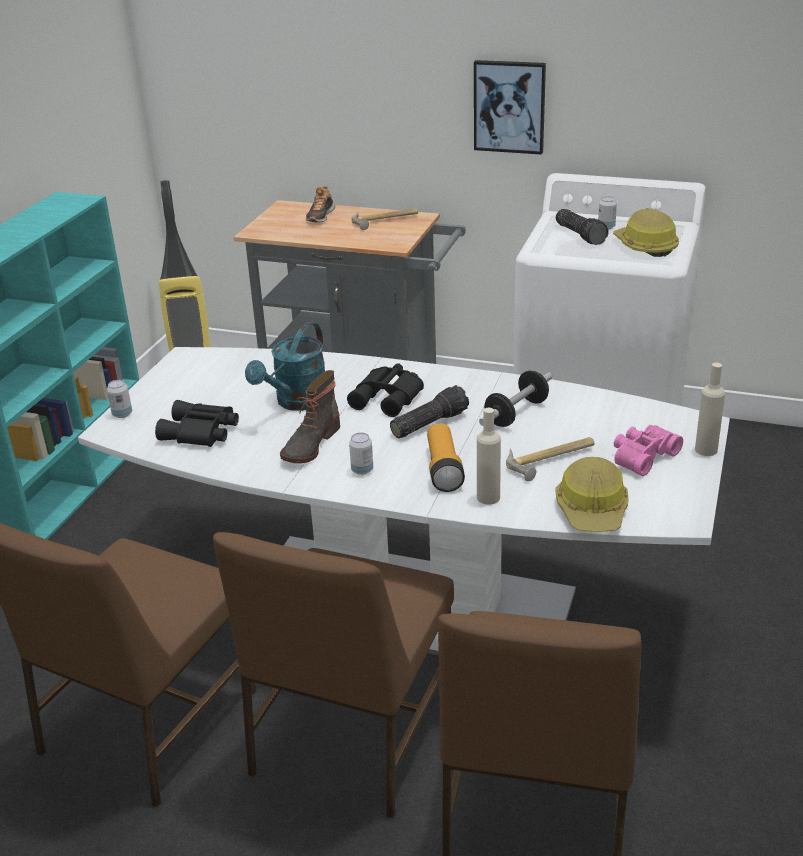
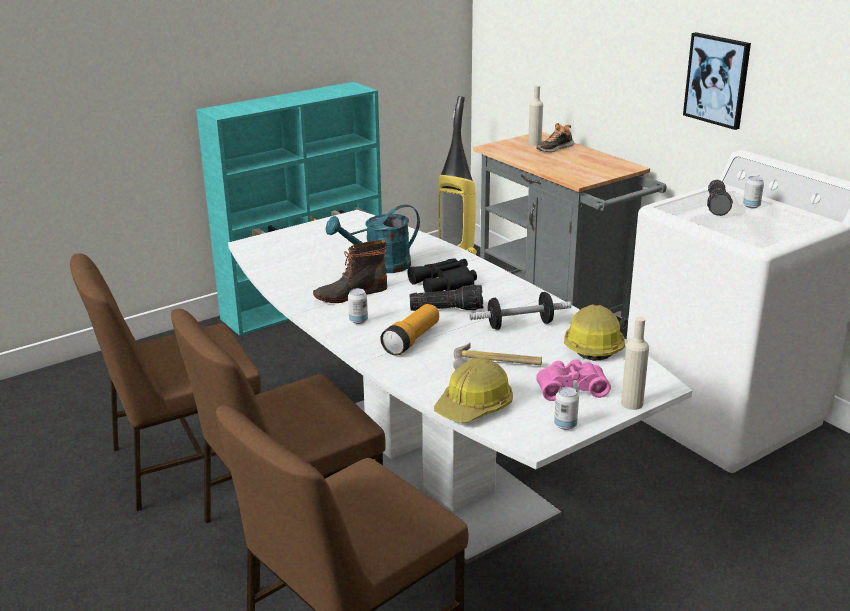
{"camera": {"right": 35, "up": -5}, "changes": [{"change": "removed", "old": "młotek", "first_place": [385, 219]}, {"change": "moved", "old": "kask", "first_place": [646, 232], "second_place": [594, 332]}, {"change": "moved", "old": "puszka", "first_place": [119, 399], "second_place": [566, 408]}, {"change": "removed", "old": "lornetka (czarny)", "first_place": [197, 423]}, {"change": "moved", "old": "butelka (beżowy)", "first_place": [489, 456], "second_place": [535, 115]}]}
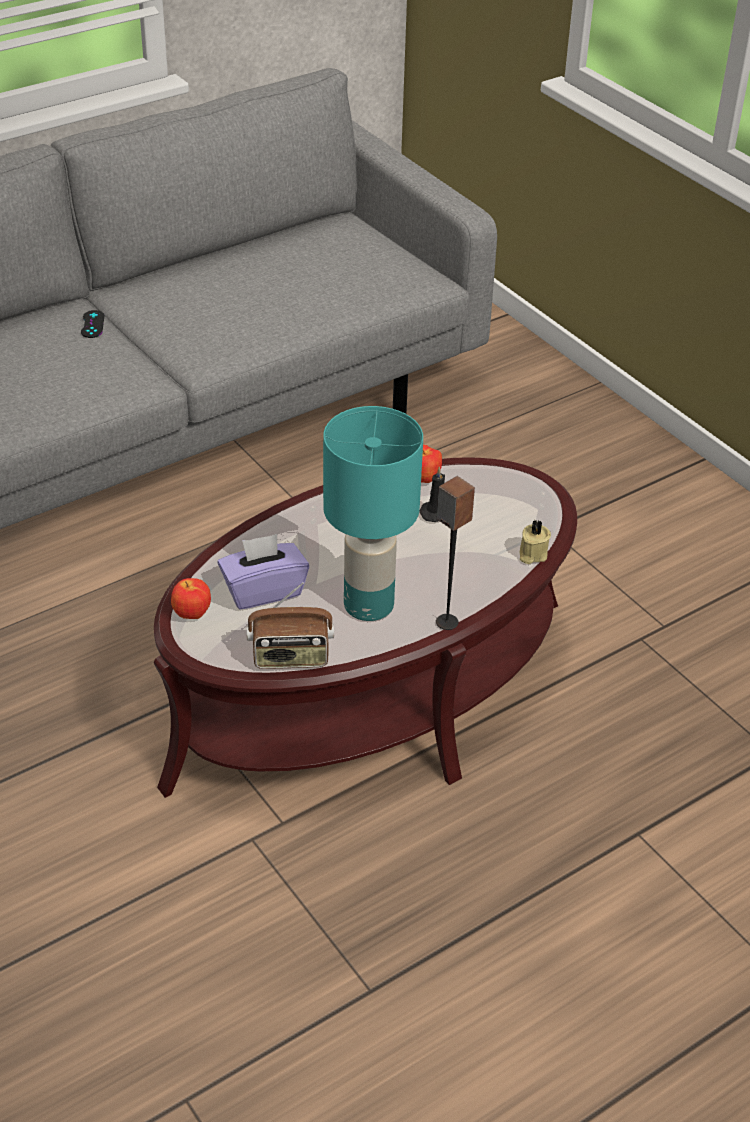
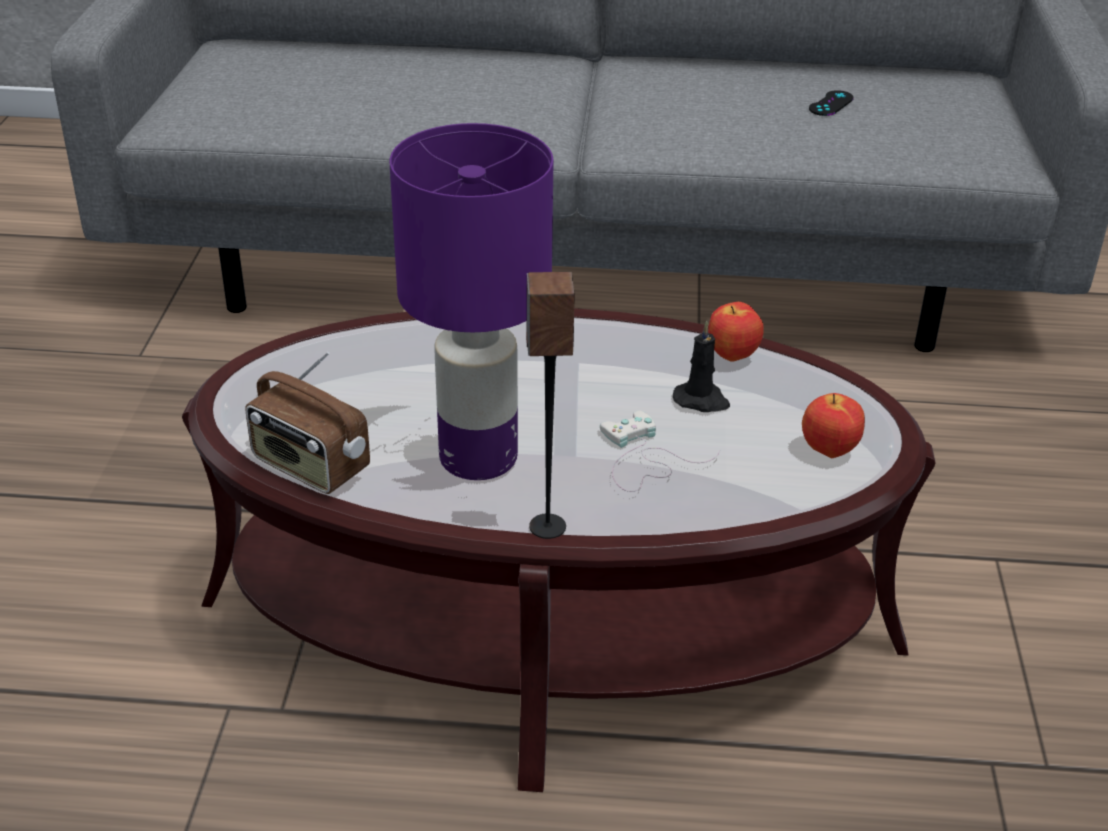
{"camera": {"right": 40, "up": -5}, "changes": [{"change": "moved", "old": "pad do gier (czarny)", "first_place": [92, 324], "second_place": [831, 103]}, {"change": "recoloured", "old": "lampa stołowa (turkusowy)", "new": "lampa stołowa (fioletowy)", "first_place": [373, 513], "second_place": [471, 301]}, {"change": "removed", "old": "świeca (beżowy)", "first_place": [535, 542]}, {"change": "removed", "old": "pudełko chusteczek (fioletowy)", "first_place": [263, 571]}, {"change": "moved", "old": "jabłko", "first_place": [191, 598], "second_place": [833, 425]}, {"change": "added", "new": "pad do gier (biały)", "second_place": [660, 451]}]}
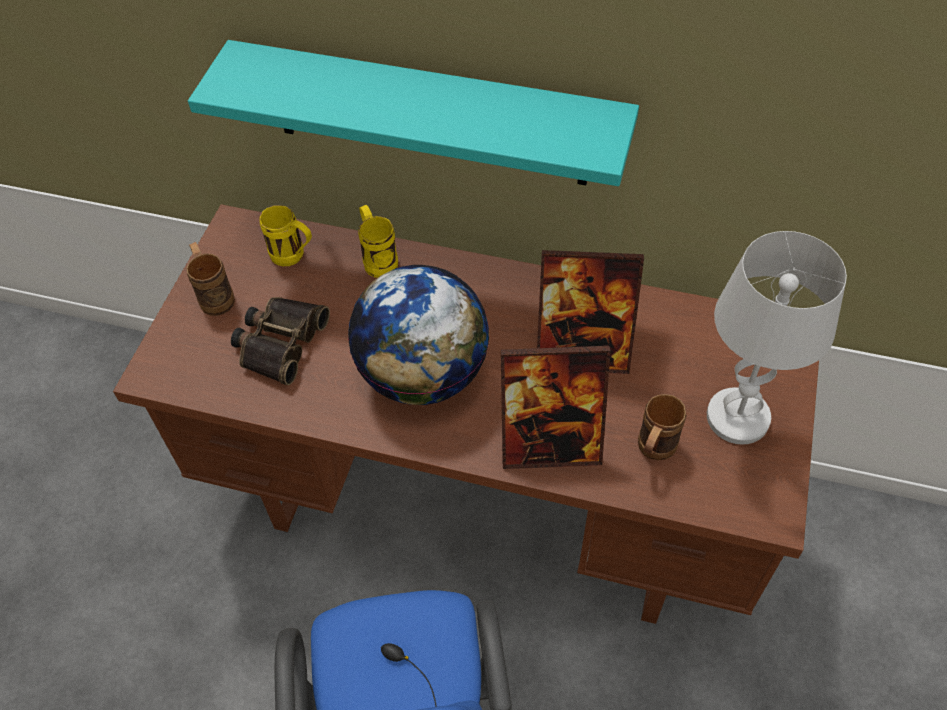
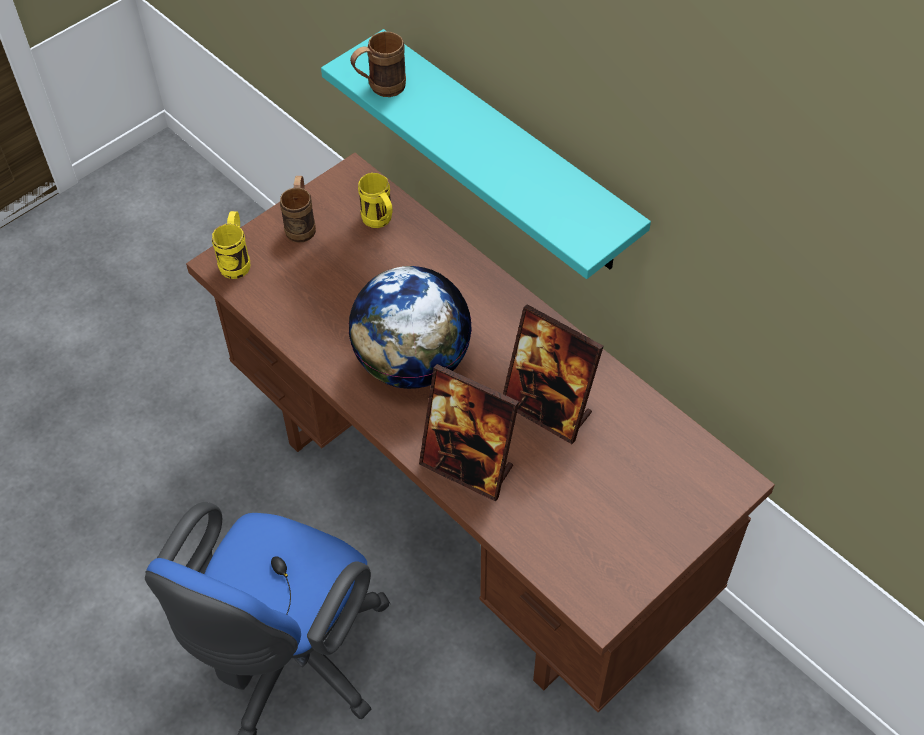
{"camera": {"right": 30, "up": 0}, "changes": [{"change": "moved", "old": "kubek (żółty)", "first_place": [378, 241], "second_place": [231, 245]}, {"change": "removed", "old": "lampa stołowa (biały)", "first_place": [777, 338]}, {"change": "removed", "old": "lornetka", "first_place": [280, 341]}, {"change": "moved", "old": "kubek (brązowy)", "first_place": [662, 427], "second_place": [378, 64]}]}
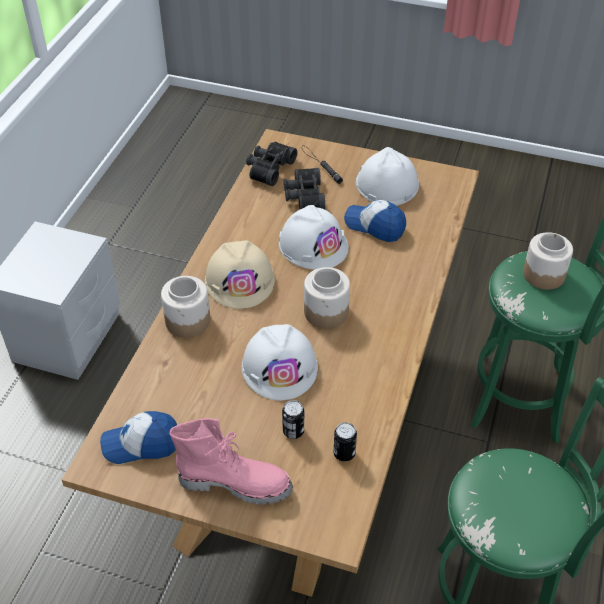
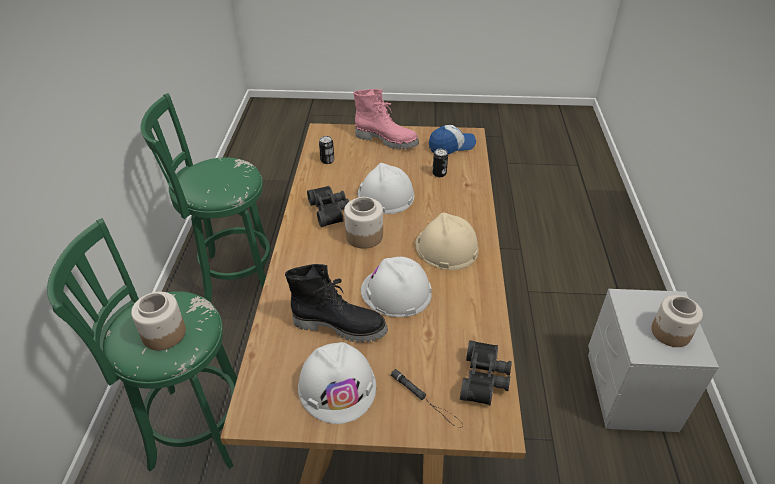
{"camera": {"right": 165, "up": -5}, "changes": [{"change": "moved", "old": "lornetka (czarny)", "first_place": [304, 189], "second_place": [328, 206]}, {"change": "replaced", "old": "czapka z daszkiem", "new": "but z cholewką (czarny)", "first_place": [375, 221], "second_place": [336, 303]}, {"change": "moved", "old": "słoik", "first_place": [185, 307], "second_place": [677, 321]}, {"change": "moved", "old": "puszka", "first_place": [293, 419], "second_place": [440, 163]}, {"change": "turned", "old": "but z cholewką (różowy)", "first_place": [231, 461], "second_place": [386, 119], "degrees": -150}]}
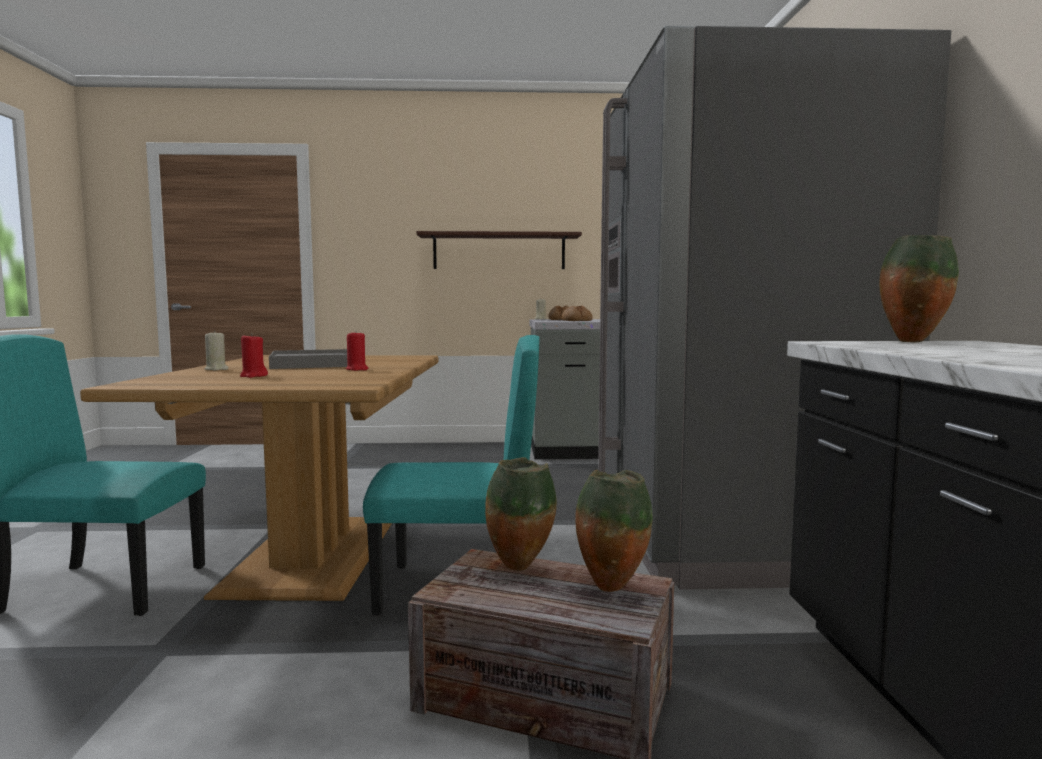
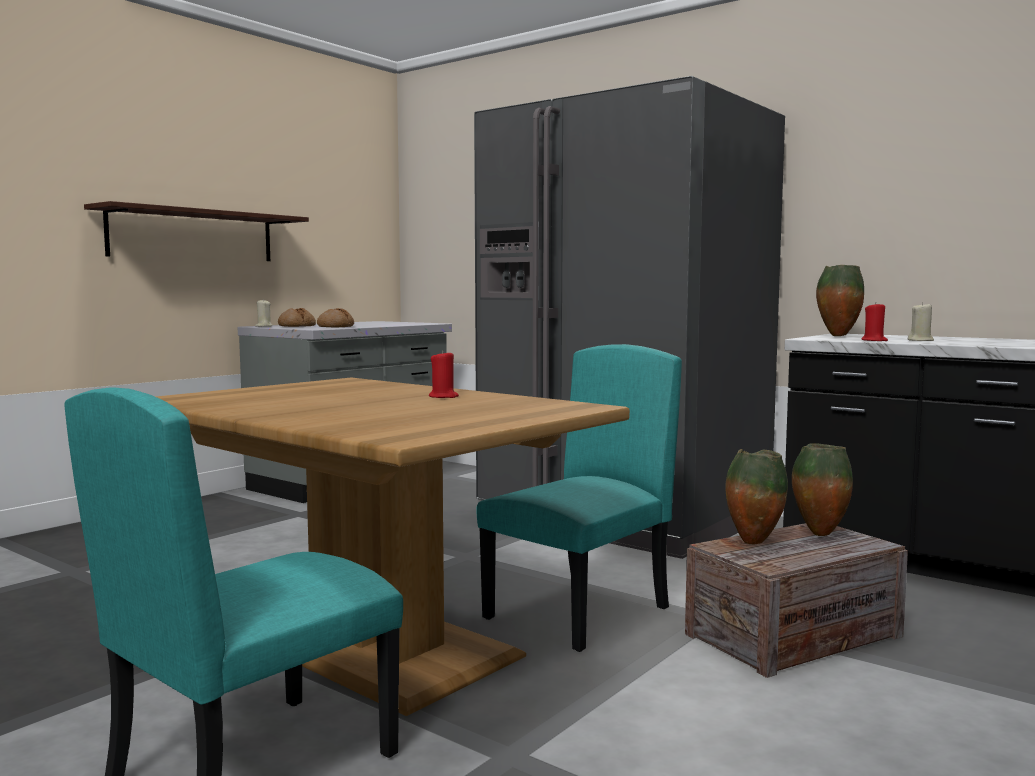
{"camera": {"right": -50, "up": 0}, "changes": [{"change": "moved", "old": "świeca (beżowy)", "first_place": [217, 350], "second_place": [921, 321]}, {"change": "moved", "old": "świeca (czerwony)", "first_place": [254, 355], "second_place": [874, 321]}, {"change": "removed", "old": "taca (szary)", "first_place": [308, 359]}]}
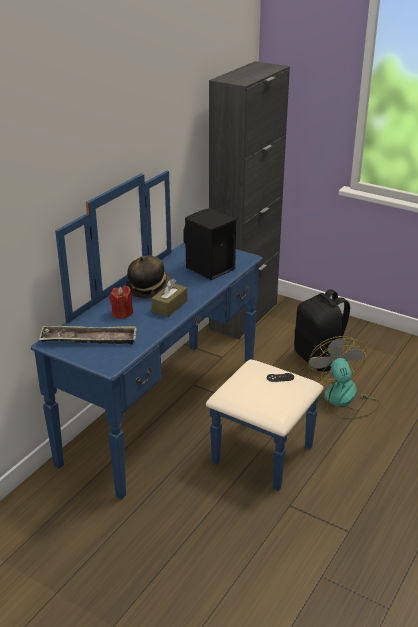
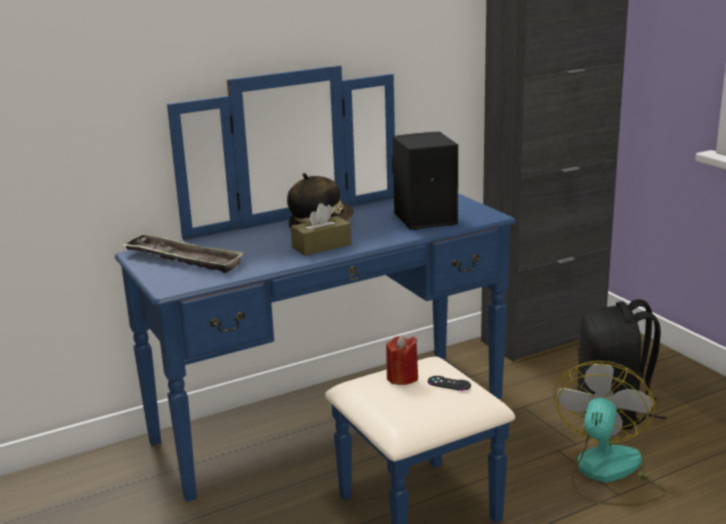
{"camera": {"right": 30, "up": -10}, "changes": [{"change": "moved", "old": "świeca (czerwony)", "first_place": [121, 302], "second_place": [402, 360]}]}
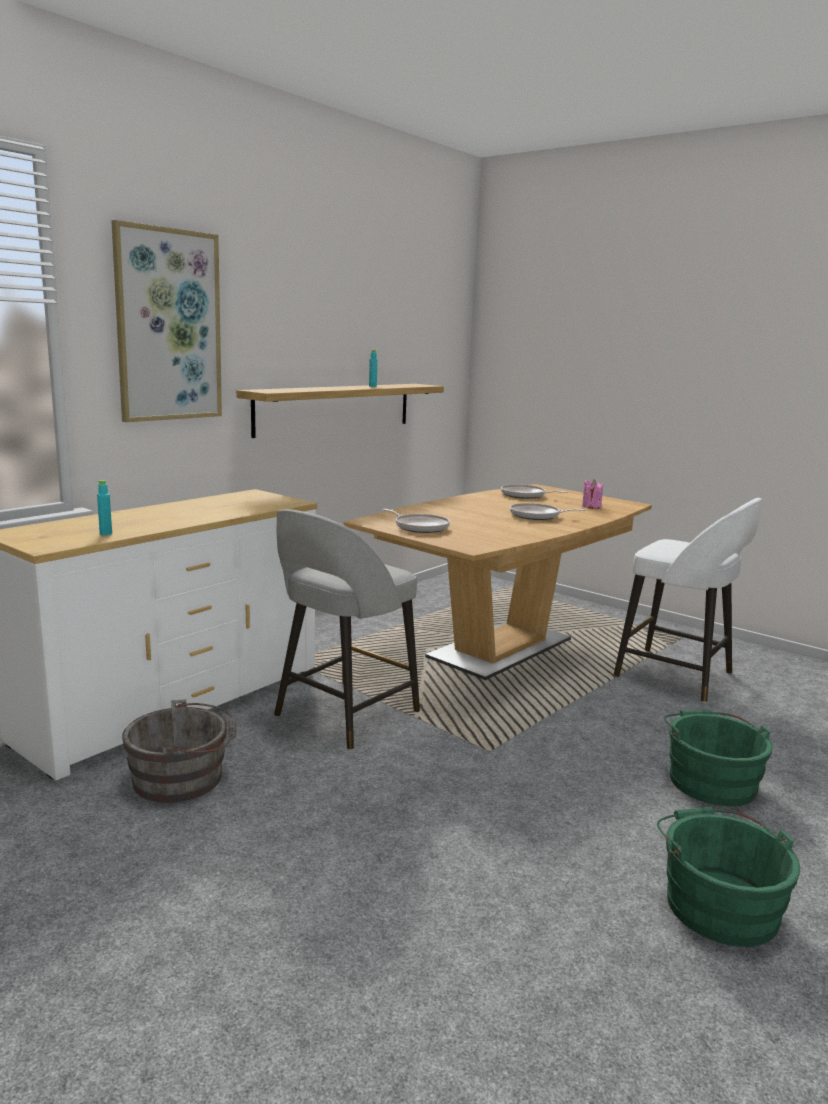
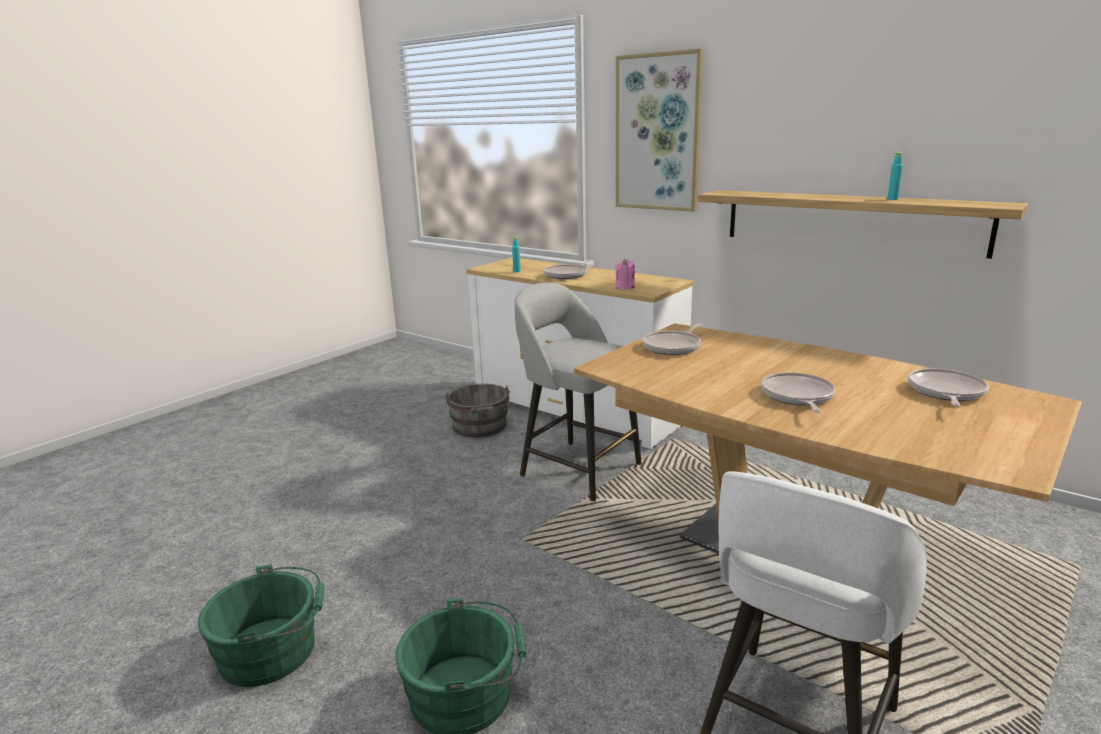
{"camera": {"right": 90, "up": 5}, "changes": [{"change": "moved", "old": "świeca (różowy)", "first_place": [592, 494], "second_place": [625, 274]}, {"change": "added", "new": "patelnia", "second_place": [568, 269]}]}
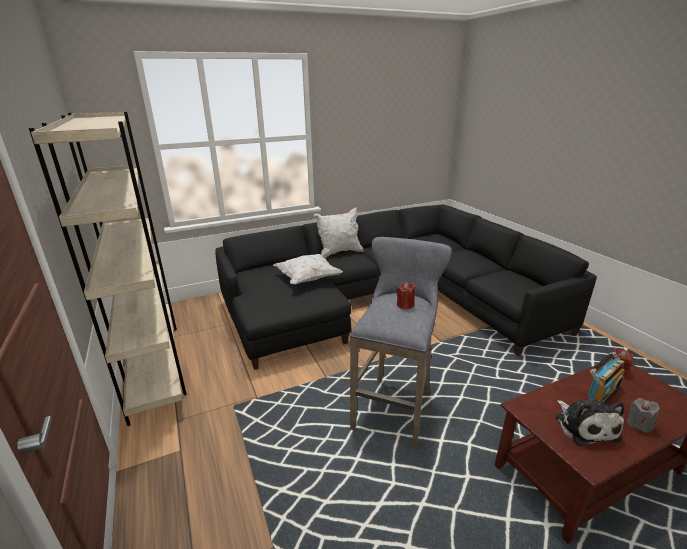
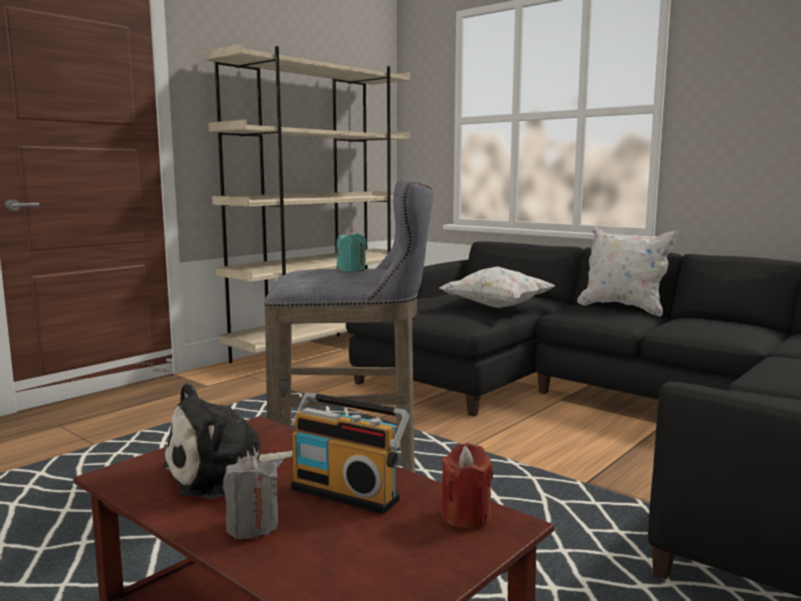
{"camera": {"right": 65, "up": -15}, "changes": [{"change": "recoloured", "old": "świeca (czerwony)", "new": "świeca (turkusowy)", "first_place": [405, 295], "second_place": [351, 250]}]}
